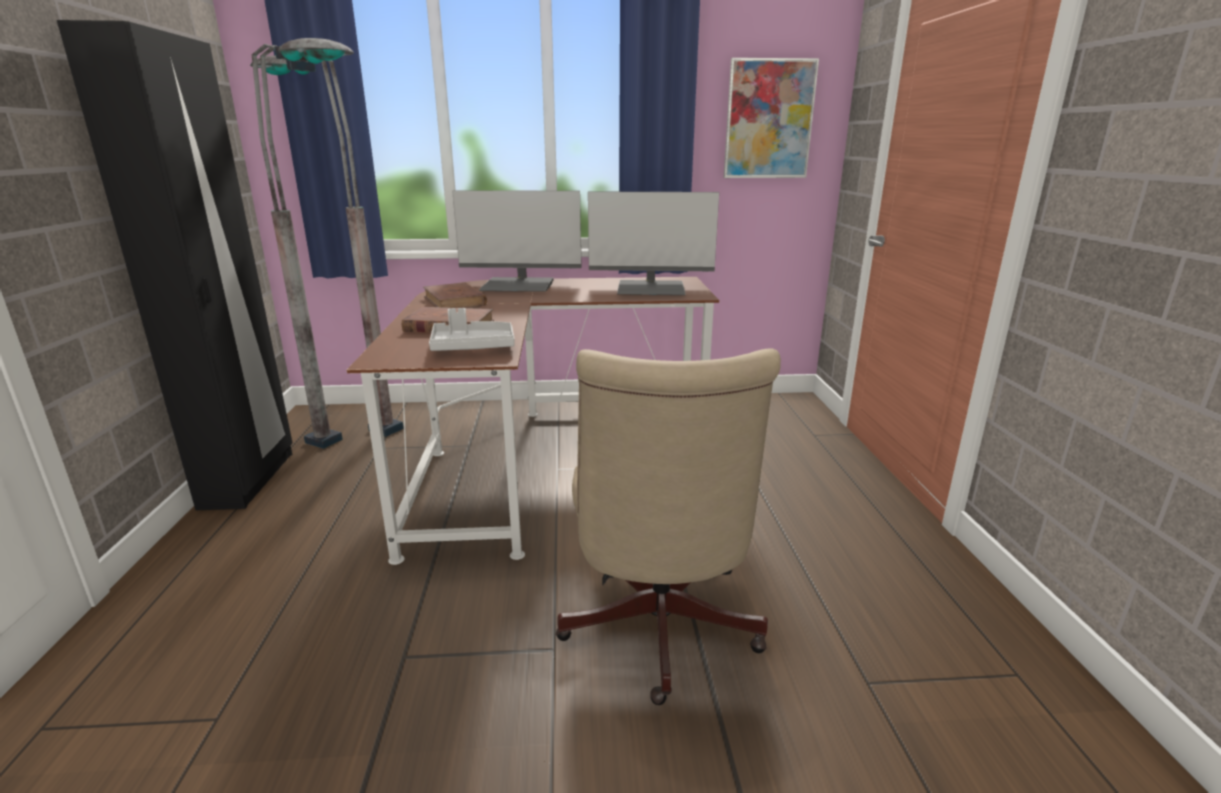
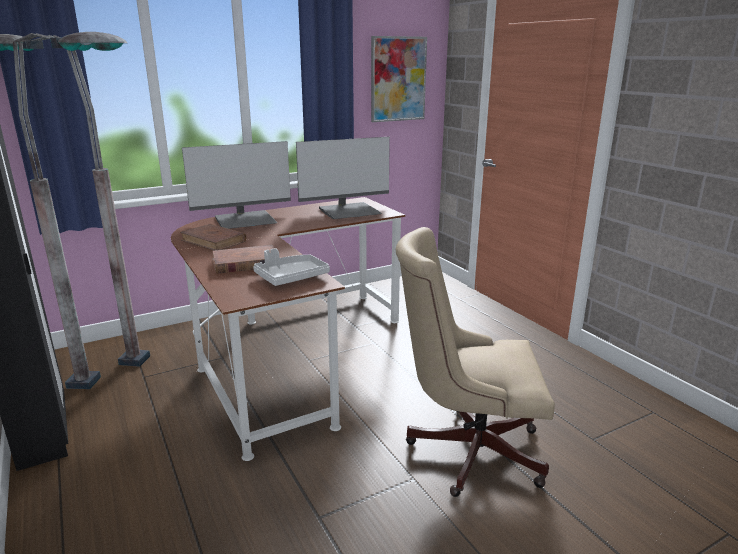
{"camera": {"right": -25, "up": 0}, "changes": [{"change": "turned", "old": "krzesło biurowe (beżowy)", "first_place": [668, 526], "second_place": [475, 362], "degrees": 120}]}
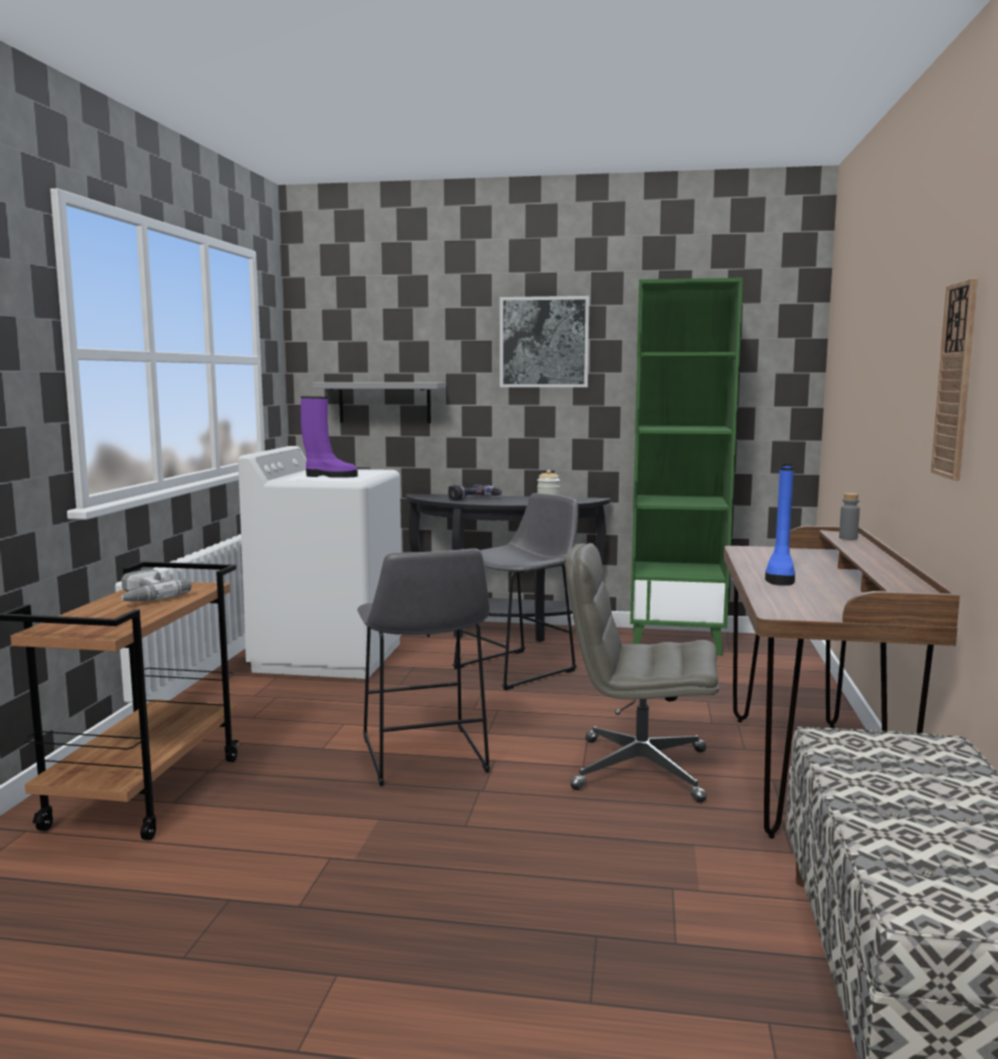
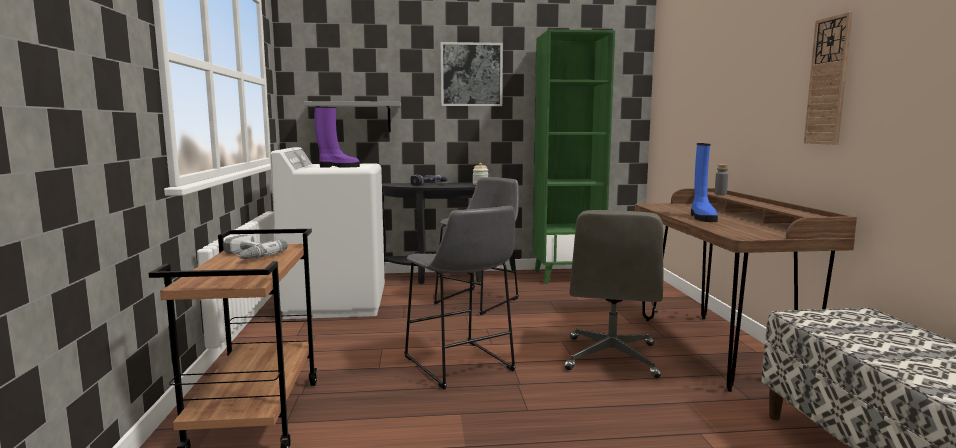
{"camera": {"right": -15, "up": 0}, "changes": [{"change": "turned", "old": "krzesło biurowe (szary)", "first_place": [642, 673], "second_place": [614, 294], "degrees": -75}]}
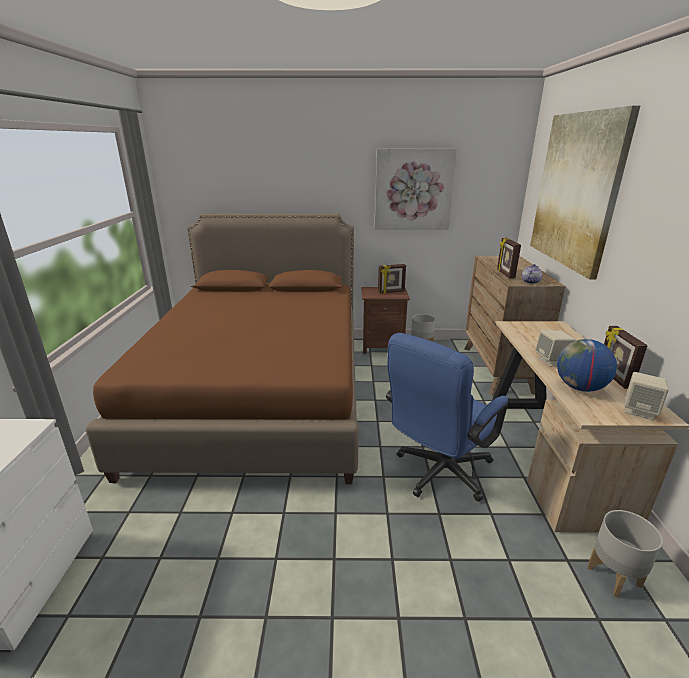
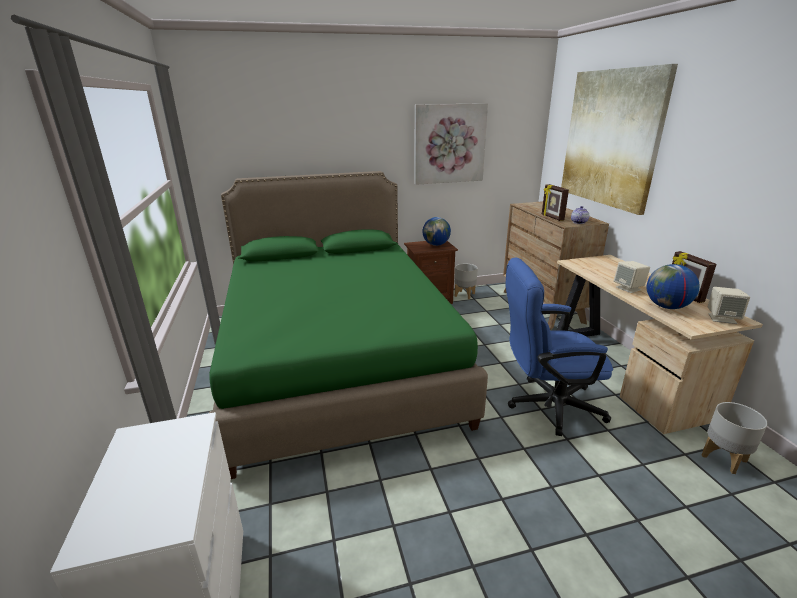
{"camera": {"right": -15, "up": 0}, "changes": [{"change": "recoloured", "old": "łóżko (brązowy)", "new": "łóżko (zielony)", "first_place": [222, 349], "second_place": [348, 325]}, {"change": "replaced", "old": "ramka na zdjęcie", "new": "globus", "first_place": [392, 278], "second_place": [436, 231]}, {"change": "turned", "old": "krzesło biurowe (niebieski)", "first_place": [447, 417], "second_place": [559, 346], "degrees": 60}]}
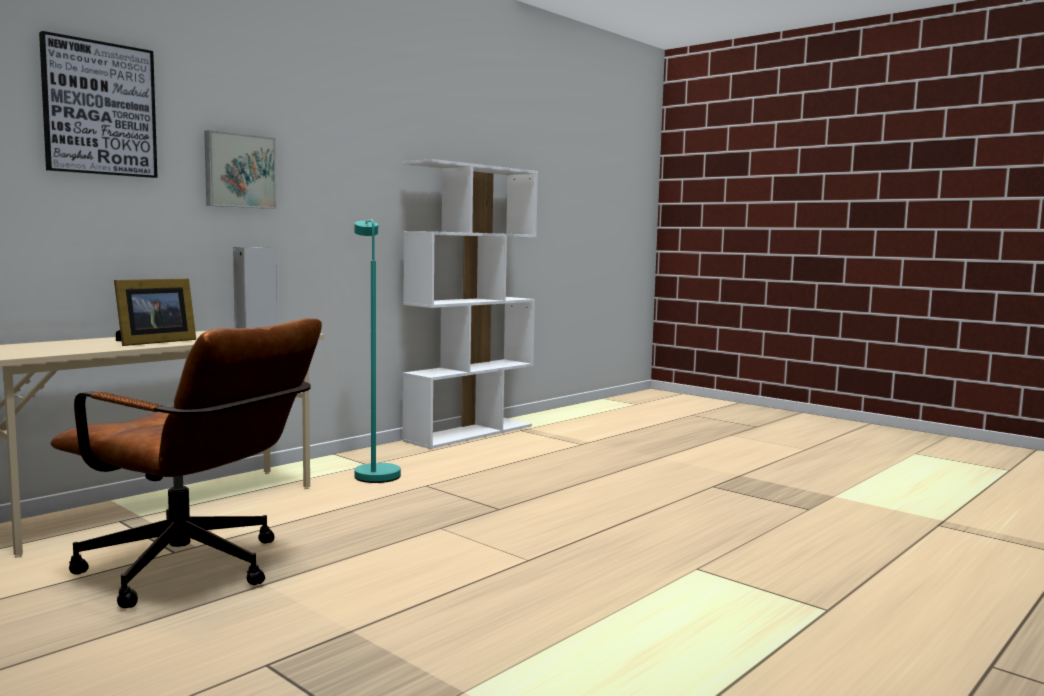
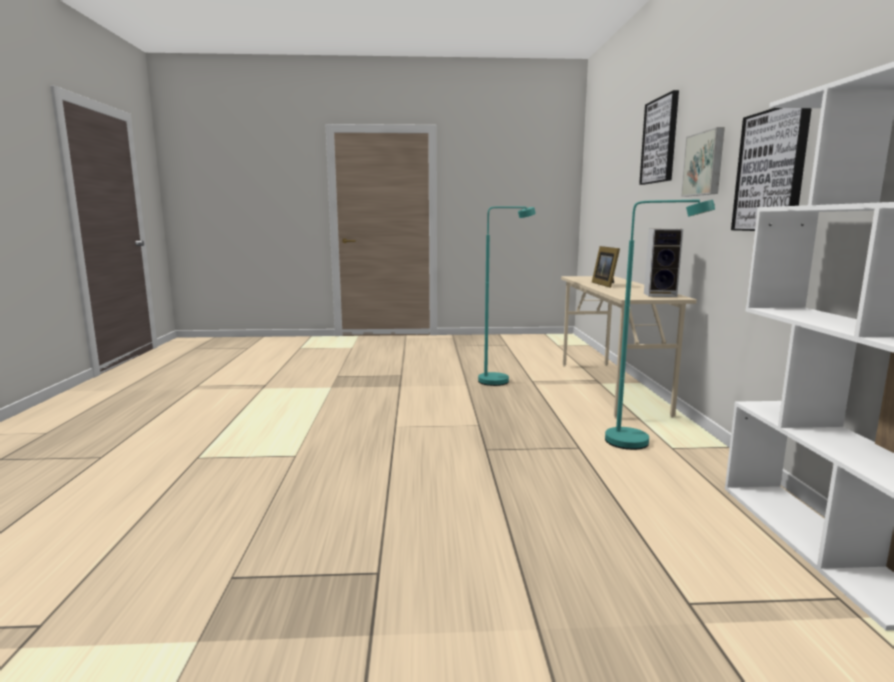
{"camera": {"right": 135, "up": 5}, "changes": [{"change": "replaced", "old": "krzesło biurowe (brązowy)", "new": "lampa stojąca (turkusowy)", "first_place": [186, 463], "second_place": [507, 296]}, {"change": "added", "new": "obraz", "second_place": [771, 169]}]}
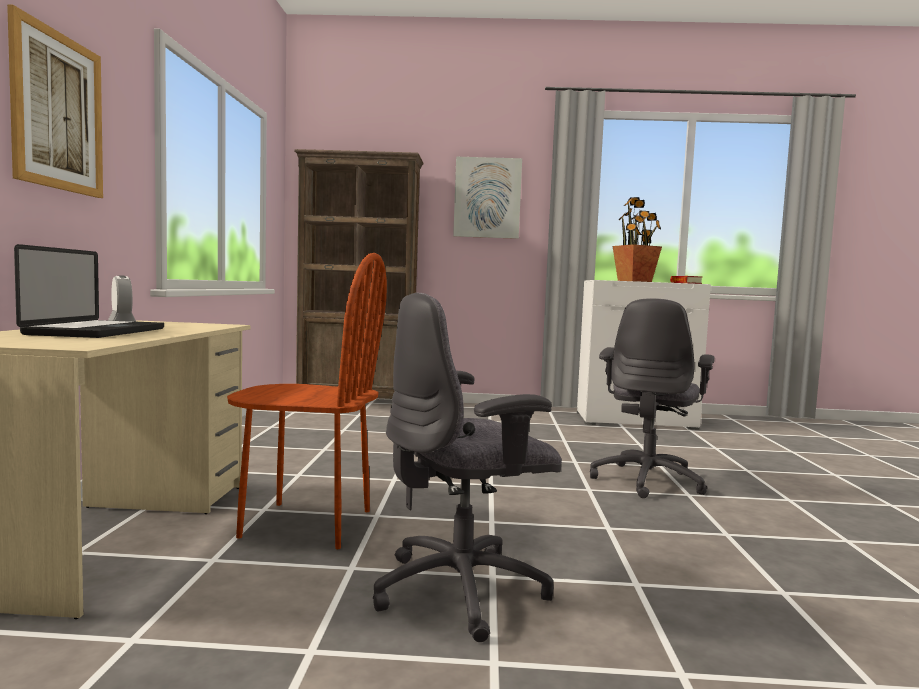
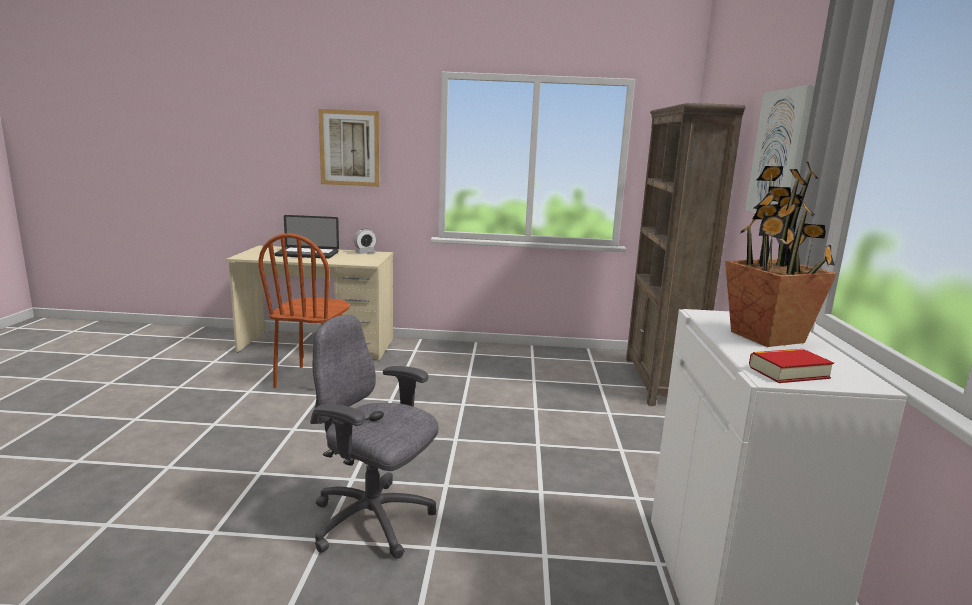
{"camera": {"right": 90, "up": 10}, "changes": [{"change": "removed", "old": "krzesło biurowe (szary)", "first_place": [467, 467]}]}
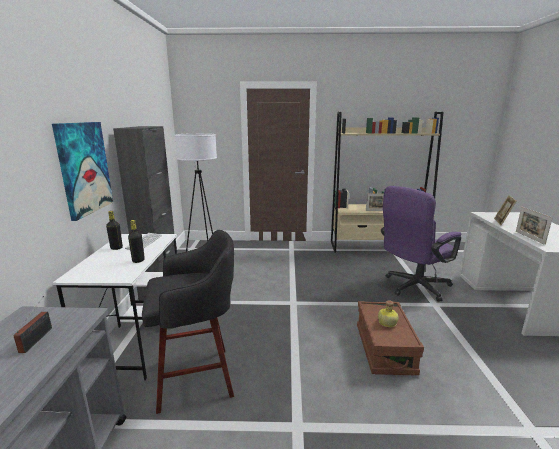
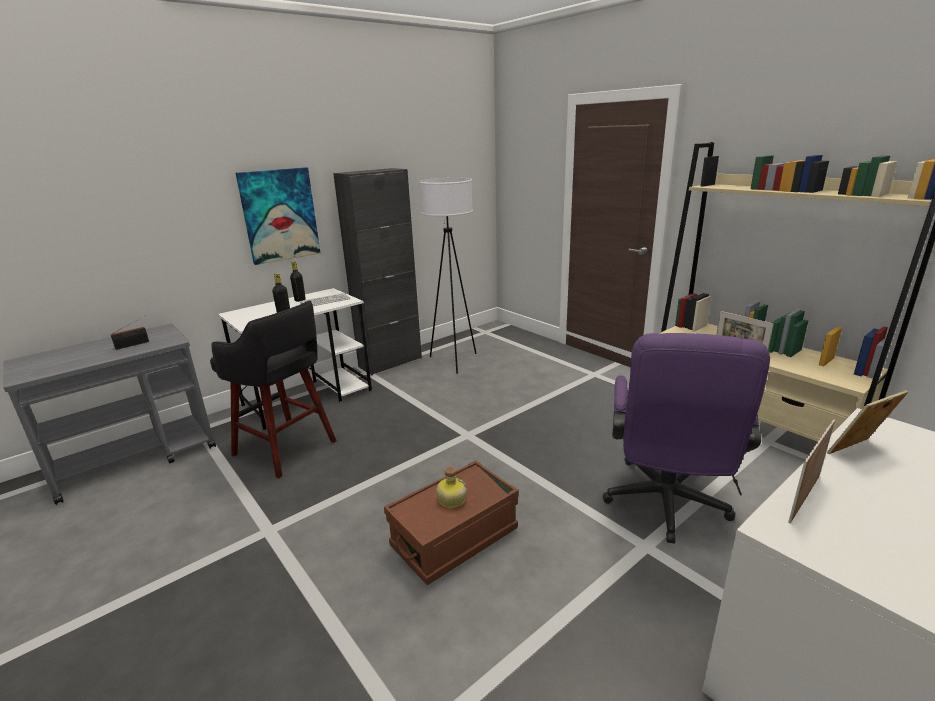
{"camera": {"right": 50, "up": 5}, "changes": [{"change": "turned", "old": "krzesło biurowe (fioletowy)", "first_place": [421, 244], "second_place": [686, 438], "degrees": -90}]}
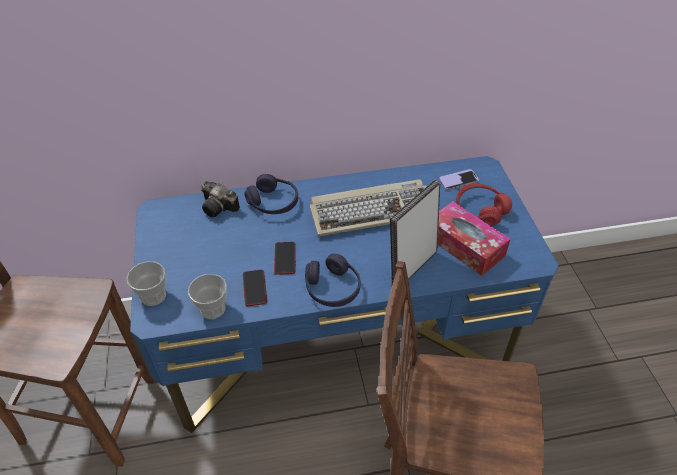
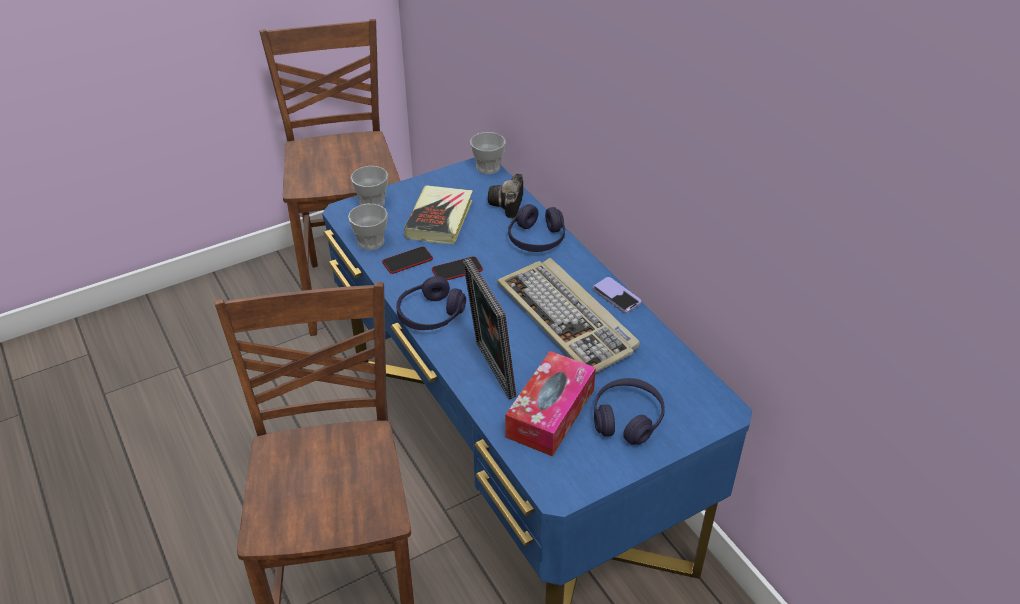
{"camera": {"right": 70, "up": -5}, "changes": [{"change": "moved", "old": "telefon", "first_place": [459, 179], "second_place": [617, 295]}, {"change": "turned", "old": "ramka na zdjęcie", "first_place": [415, 232], "second_place": [489, 328], "degrees": -135}, {"change": "recoloured", "old": "słuchawki (czerwony)", "new": "słuchawki (fioletowy)", "first_place": [484, 205], "second_place": [629, 411]}, {"change": "added", "new": "filiżanka", "second_place": [487, 153]}, {"change": "added", "new": "książka", "second_place": [438, 214]}]}
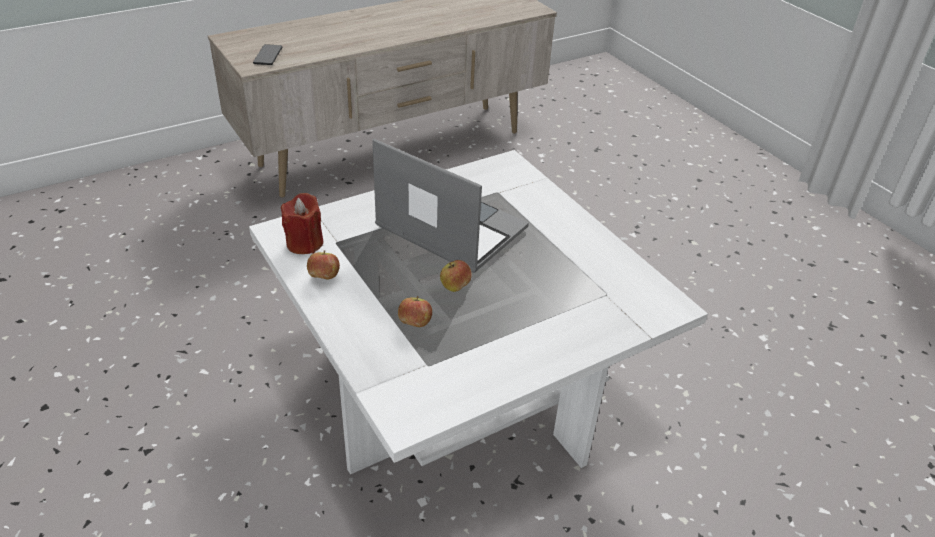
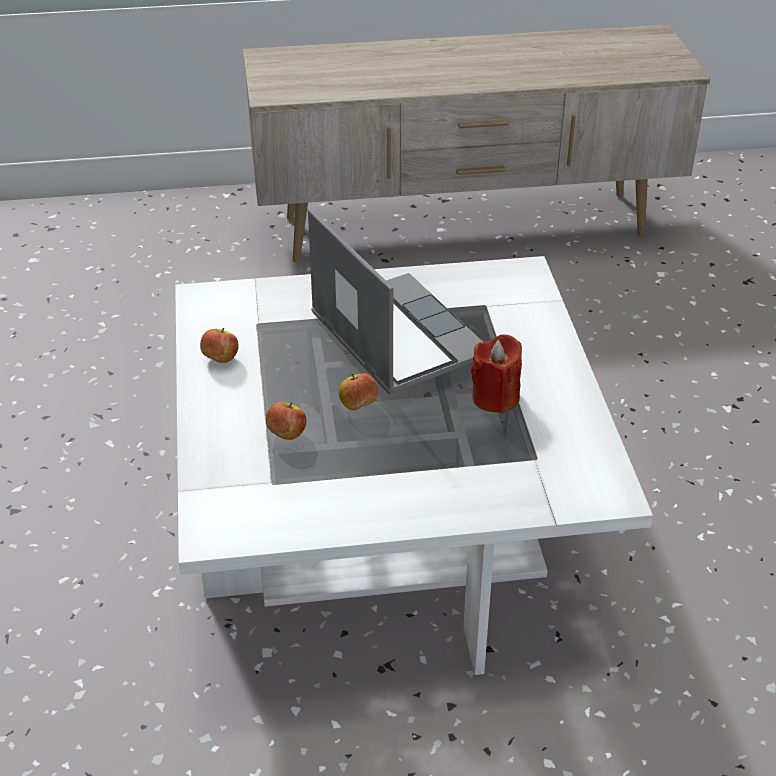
{"camera": {"right": 25, "up": 0}, "changes": [{"change": "removed", "old": "telefon", "first_place": [268, 54]}, {"change": "moved", "old": "świeca (czerwony)", "first_place": [302, 223], "second_place": [496, 374]}]}
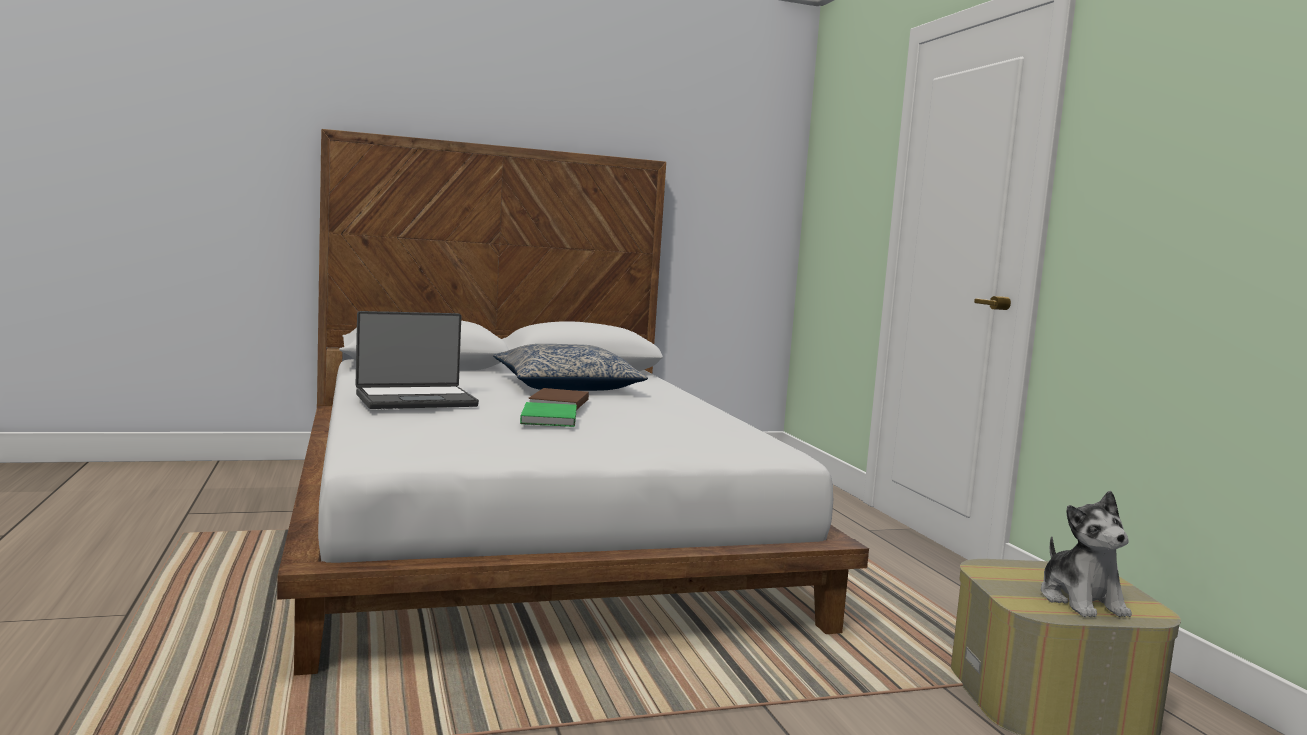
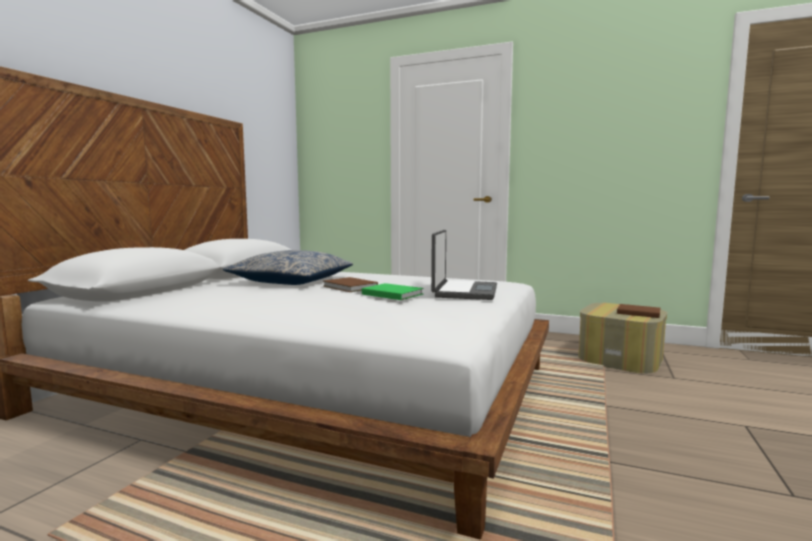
{"camera": {"right": -50, "up": 0}, "changes": [{"change": "moved", "old": "laptop", "first_place": [417, 360], "second_place": [464, 265]}, {"change": "replaced", "old": "pluszak", "new": "książka (brązowy)", "first_place": [1086, 554], "second_place": [639, 311]}]}
